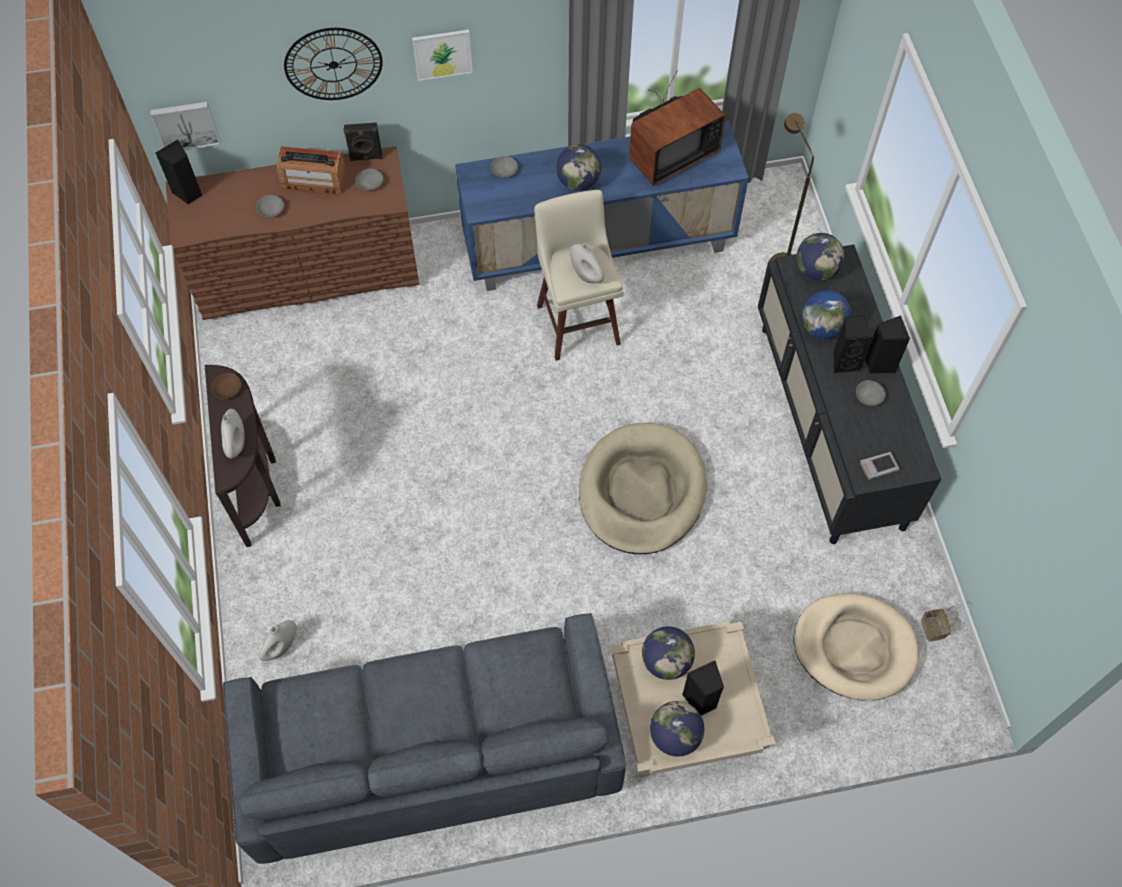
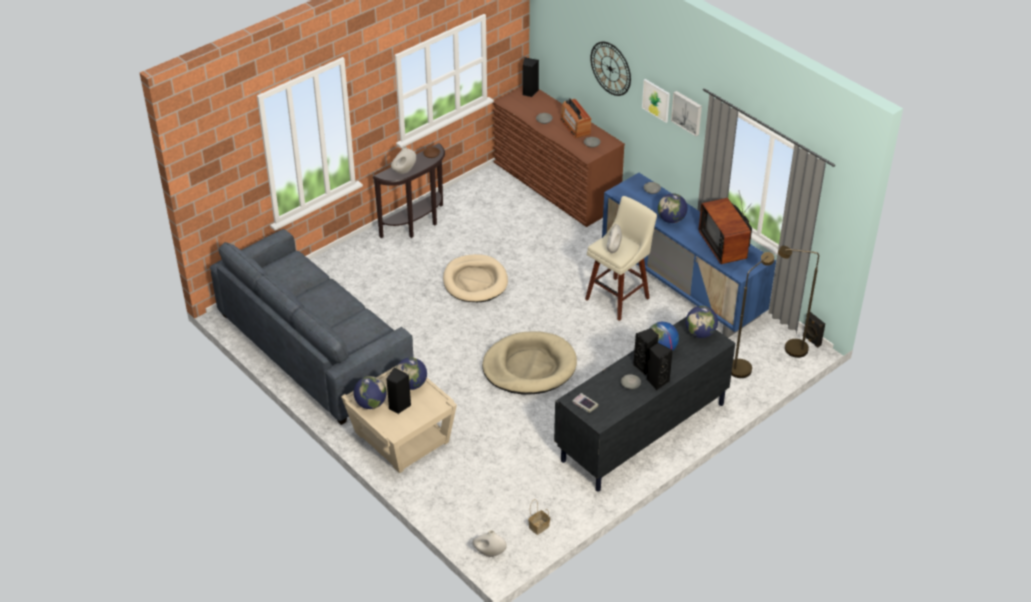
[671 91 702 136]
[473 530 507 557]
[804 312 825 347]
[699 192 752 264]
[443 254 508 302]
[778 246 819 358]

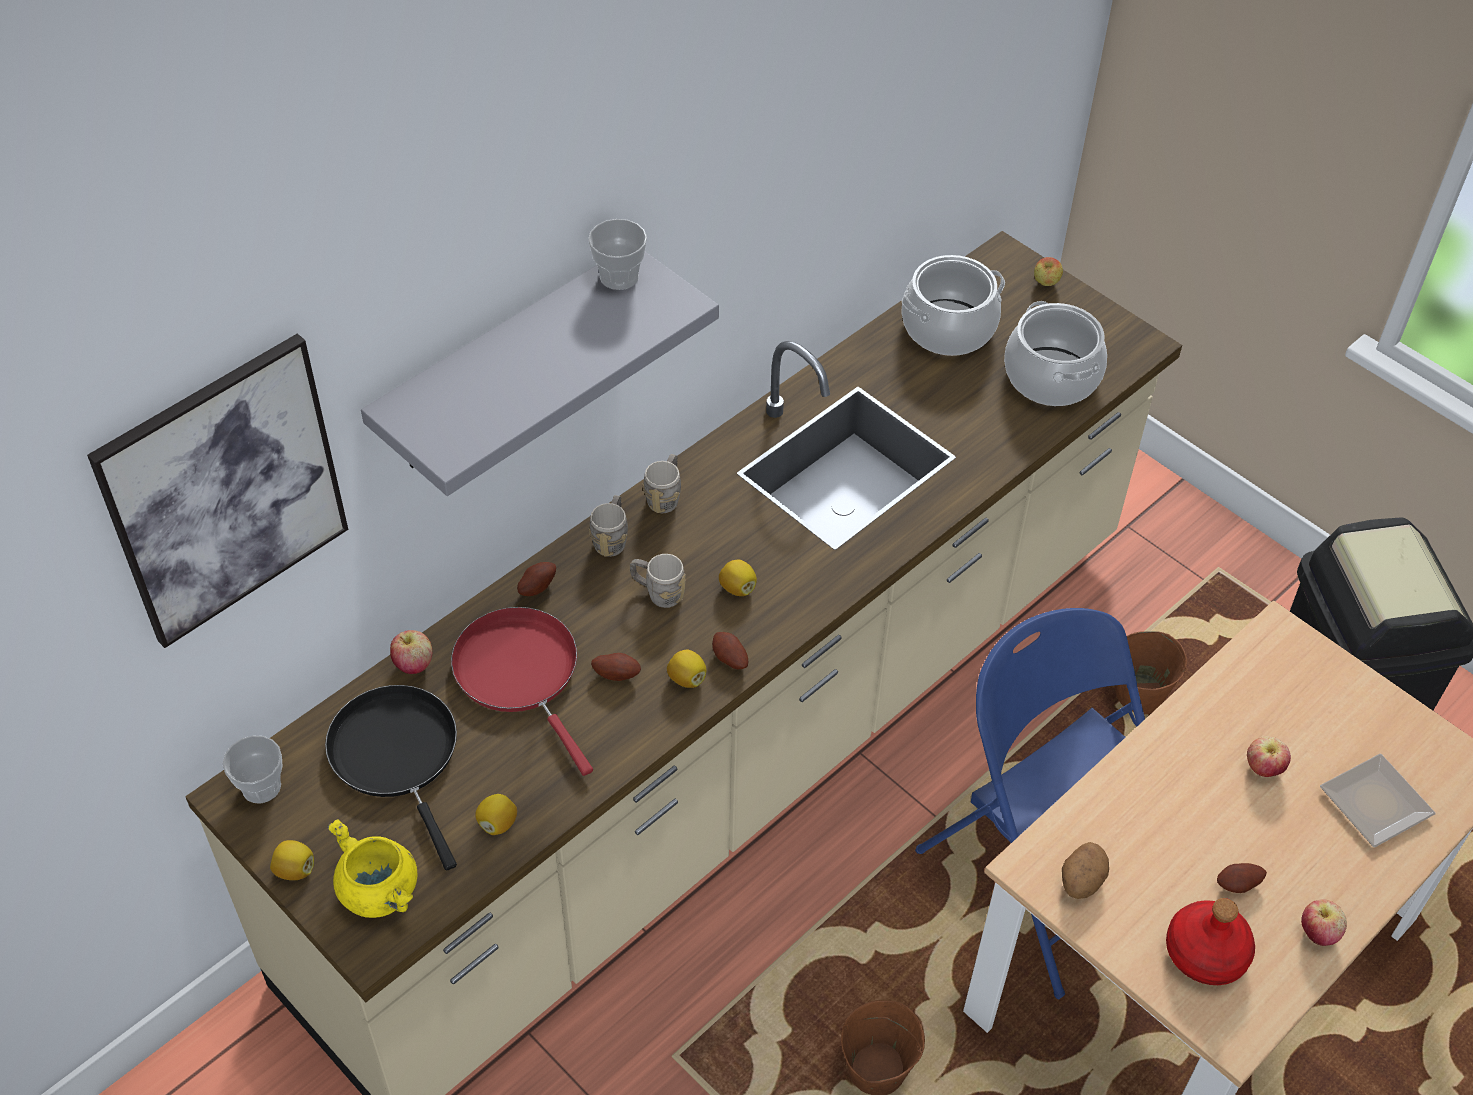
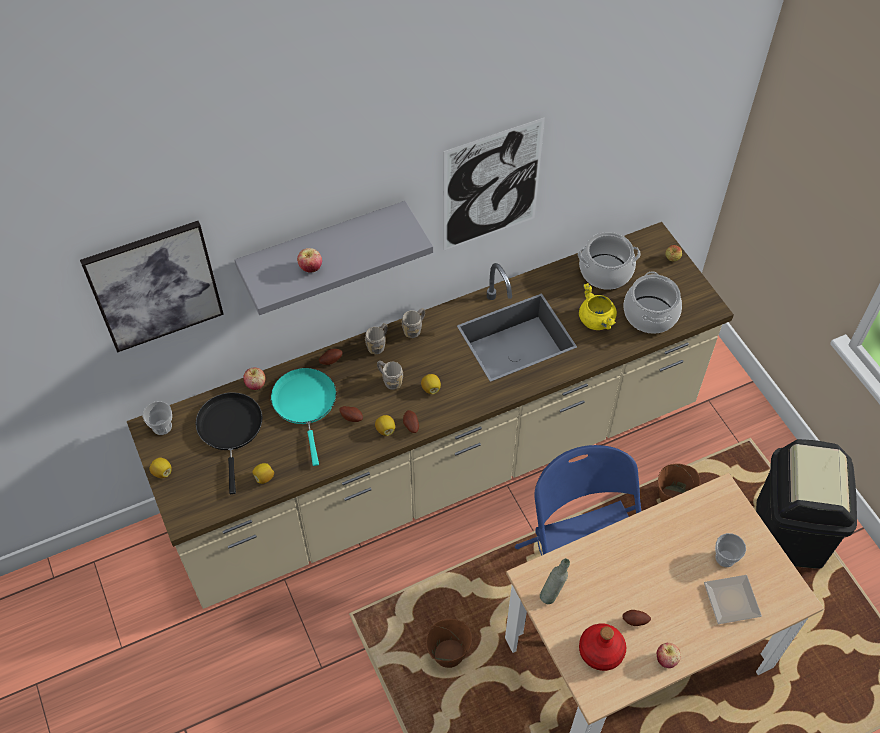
[579 283 617 330]
[271 368 336 466]
[715 533 746 567]
[540 558 570 604]
[297 248 322 273]
[443 117 545 251]

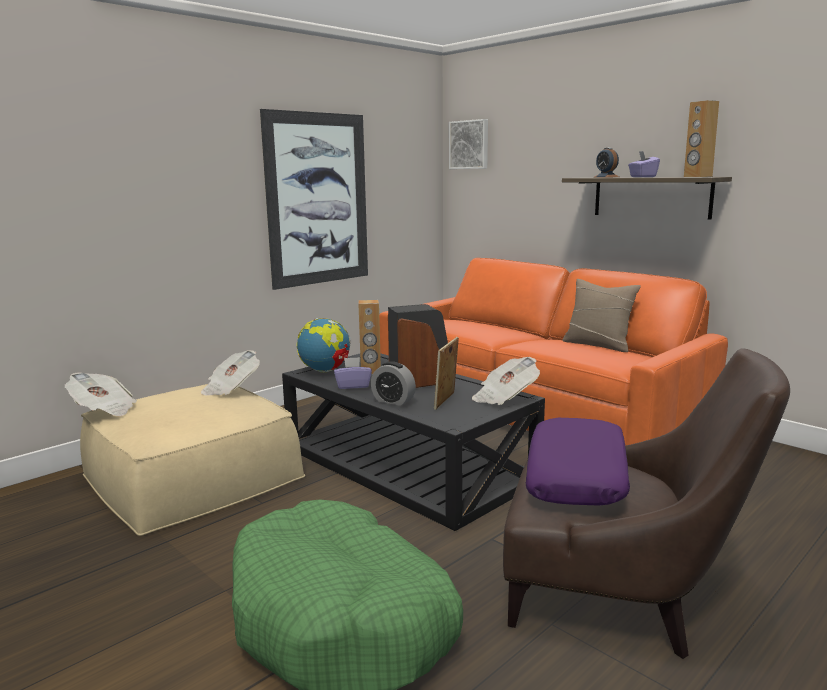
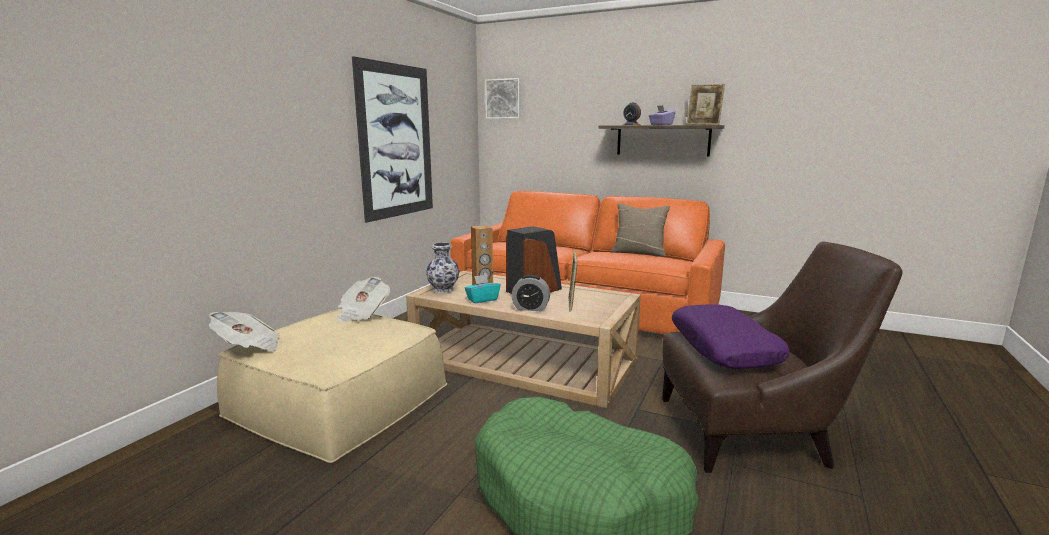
[406 271 641 408]
[426 243 459 293]
[465 275 501 303]
[472 357 540 405] (first image)
[687 84 725 125]

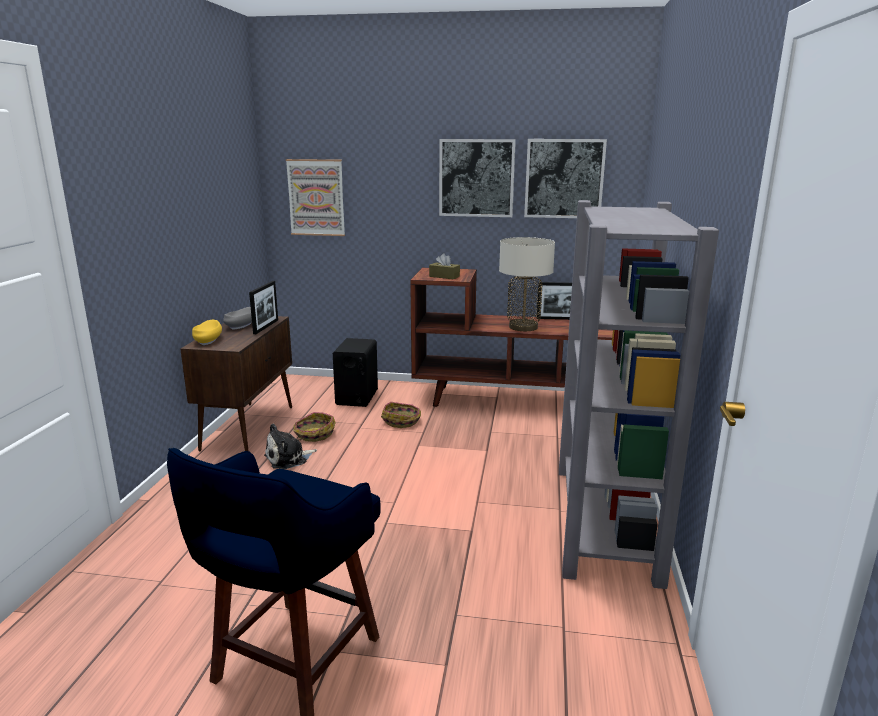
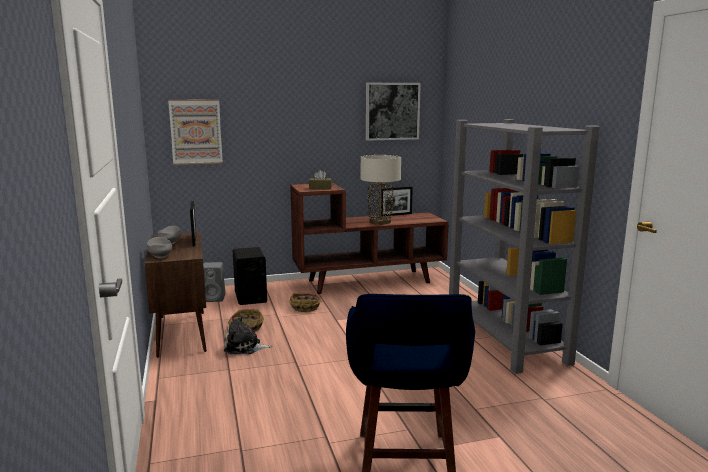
[146 237 172 258]
[224 315 272 355]
[439 139 516 217] (first image)
[203 262 225 302]

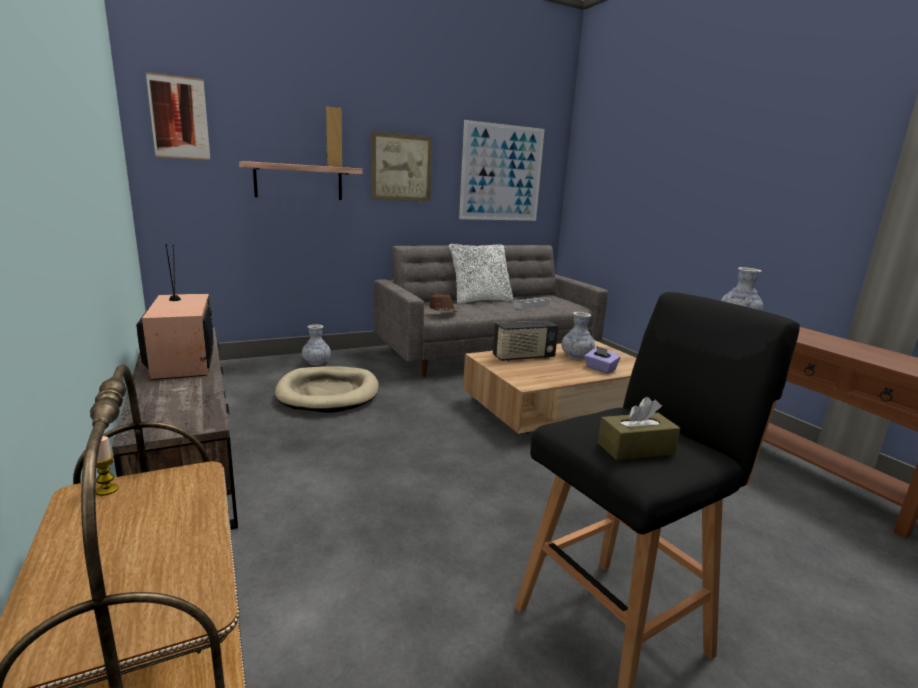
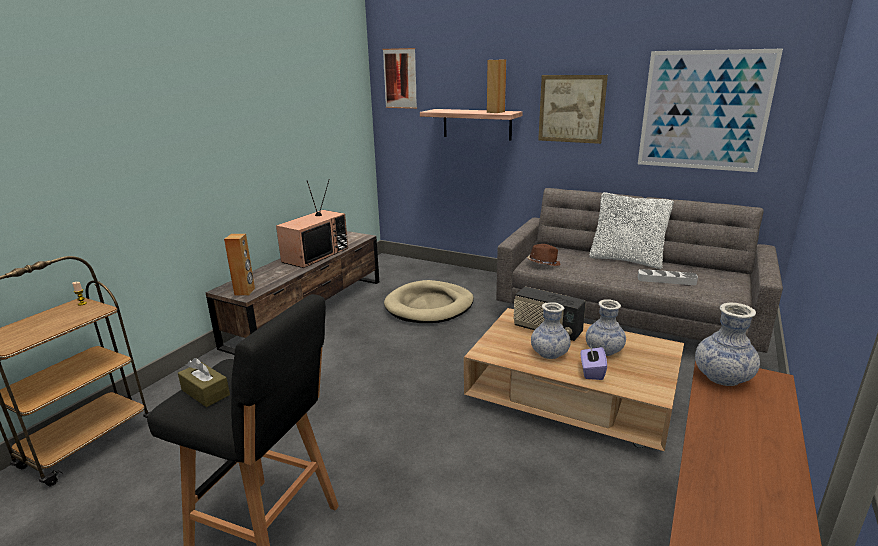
[531 302 571 359]
[224 234 255 295]

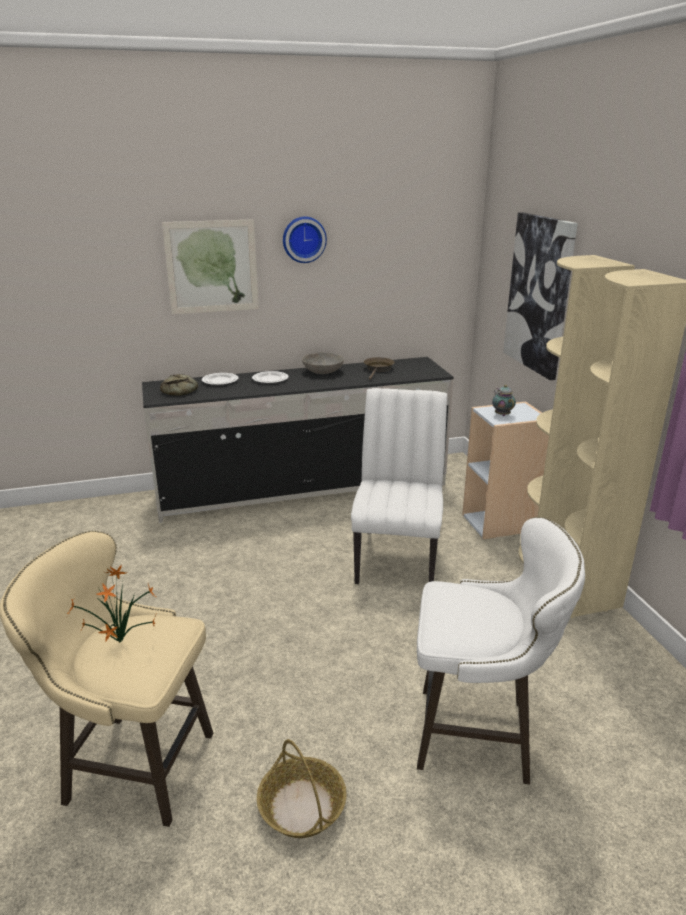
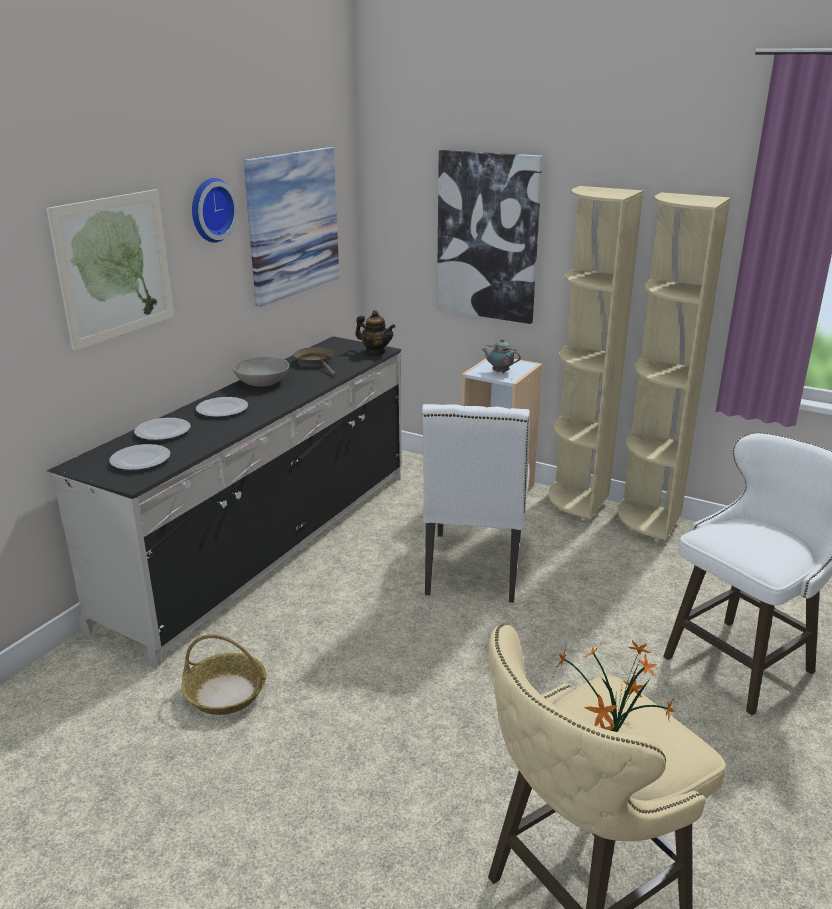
[109 444 170 470]
[181 635 266 715]
[422 404 530 603]
[244 147 339 307]
[355 310 395 355]

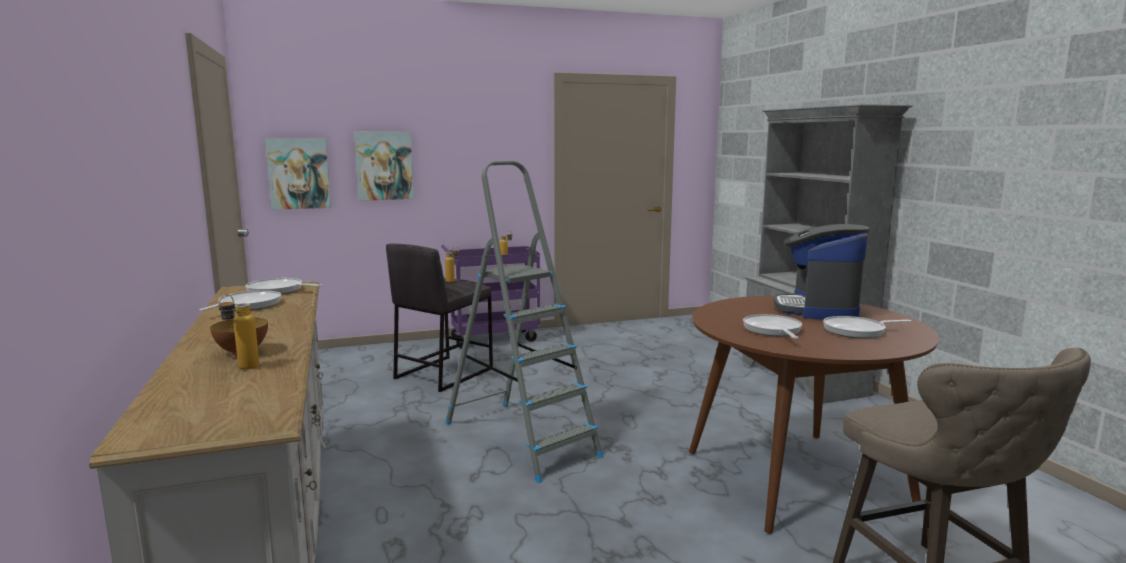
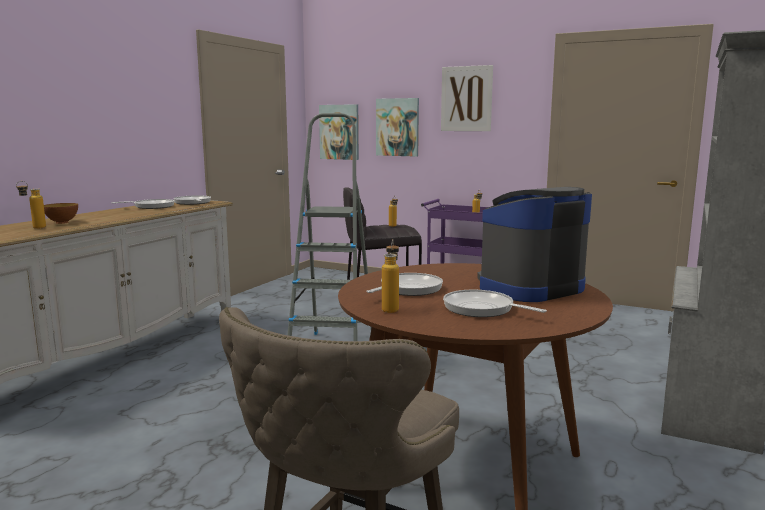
[382 239 399 313]
[441 65 493 131]

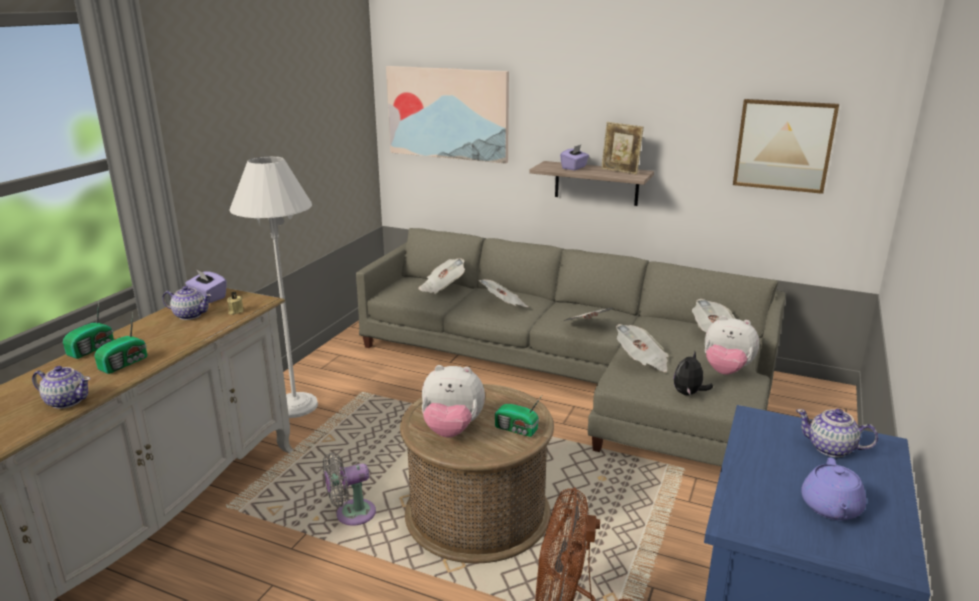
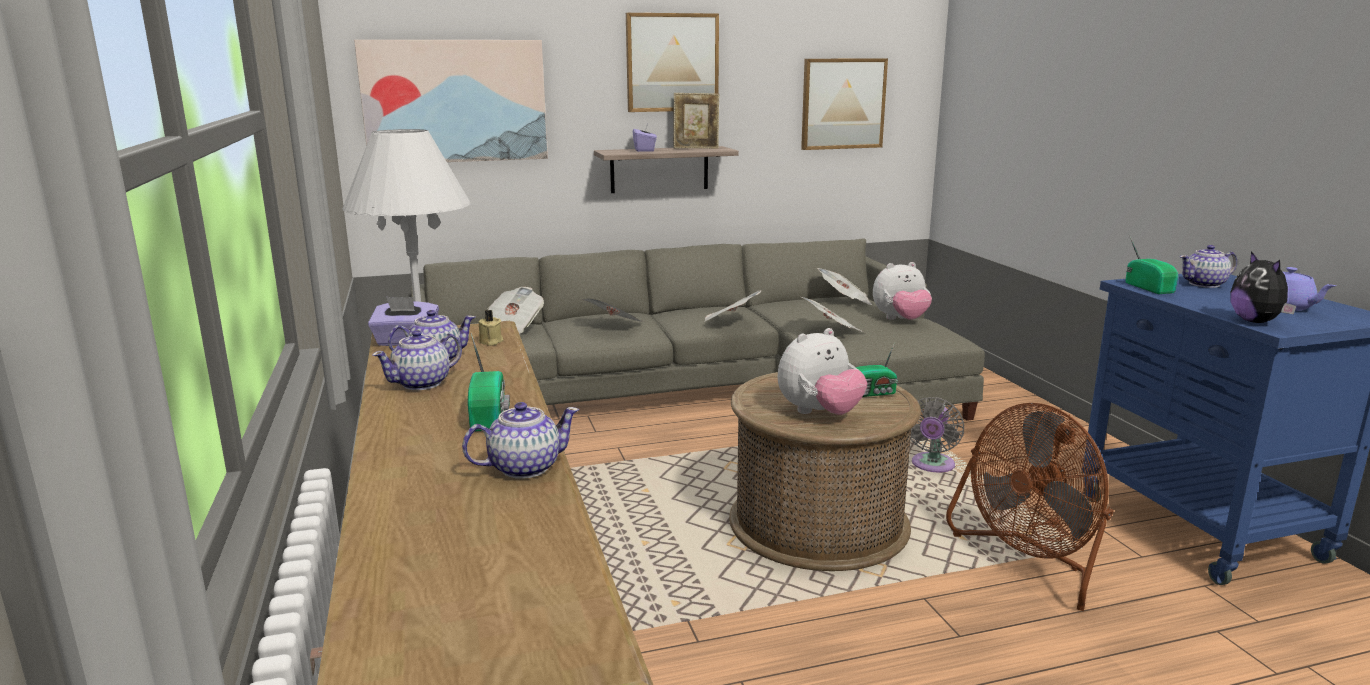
[1125 235 1179 294]
[910 397 964 472]
[1230 251 1296 323]
[372 330 462 390]
[626 13 719 112]

